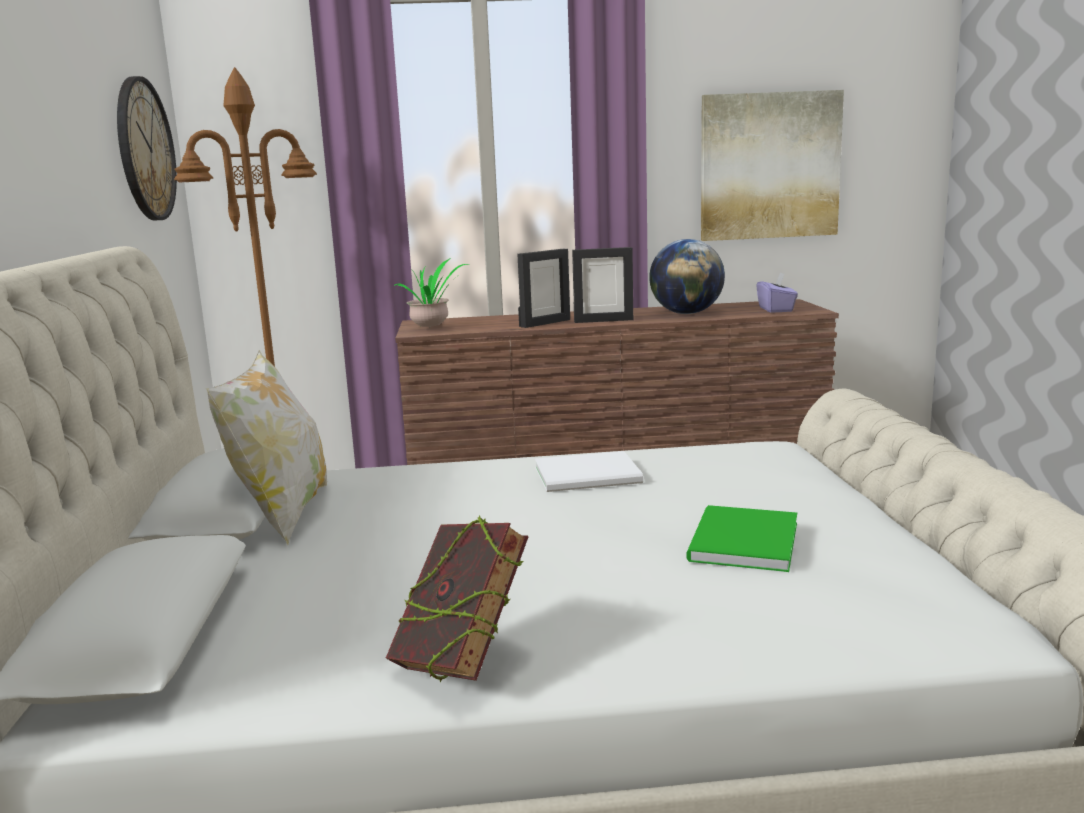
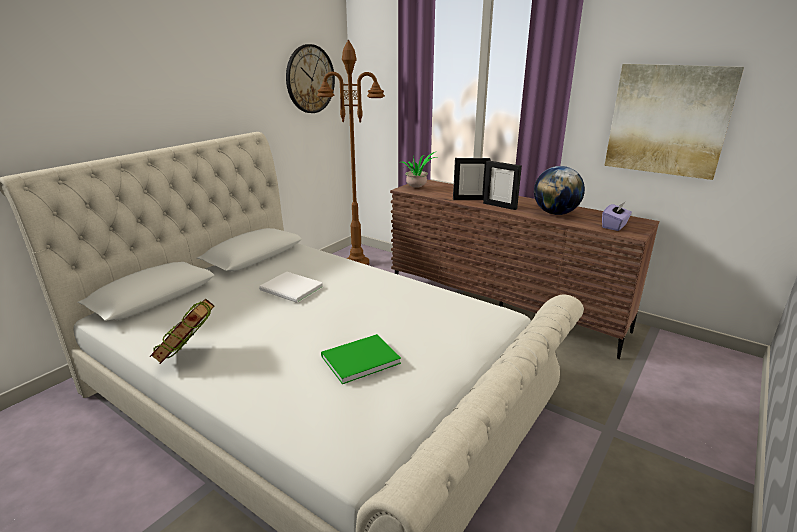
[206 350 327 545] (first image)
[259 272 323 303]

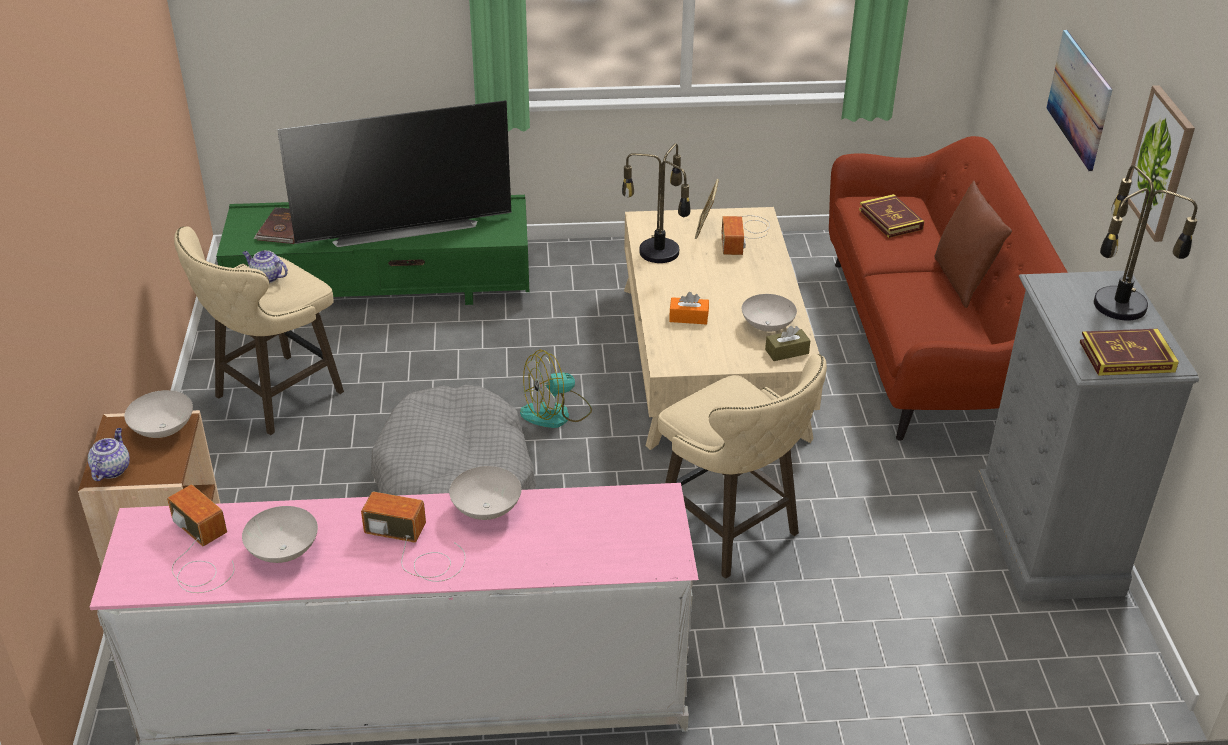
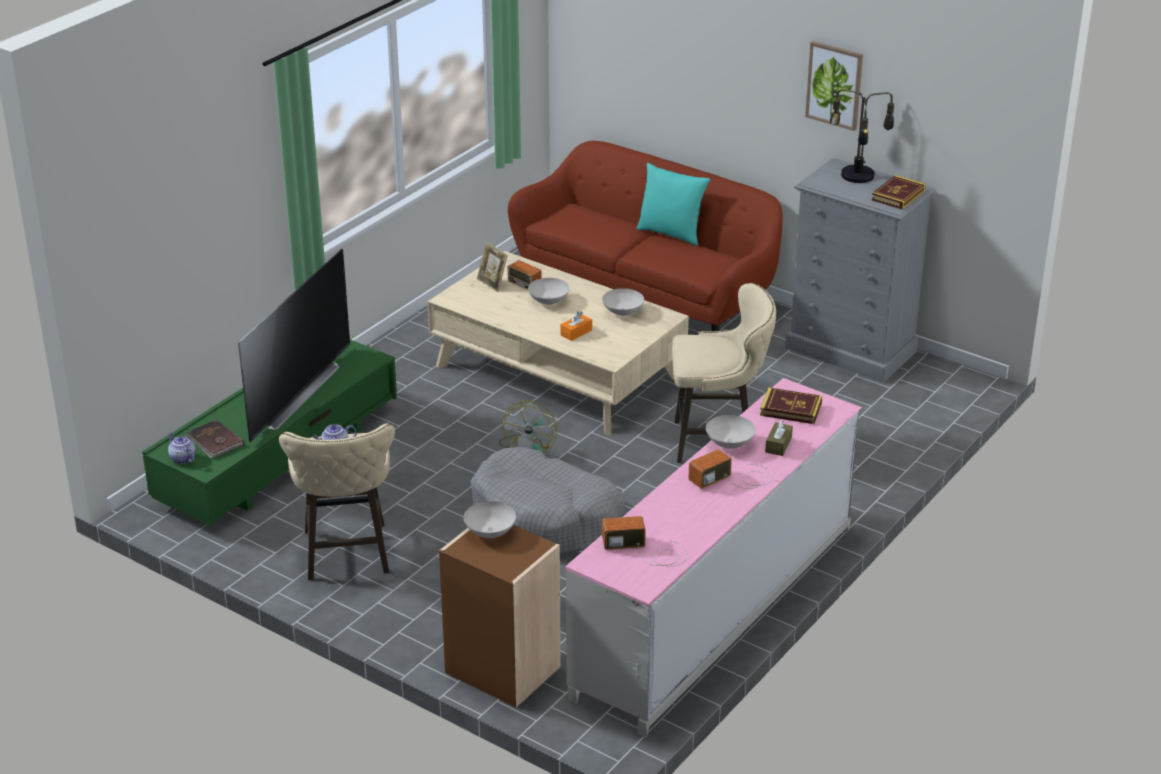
[168 433 196 464]
[528 278 570 305]
[622 143 690 263] (first image)
[765 420 793 456]
[760 387 822 424]
[636 163 710 246]
[1047 30 1113 171] (first image)

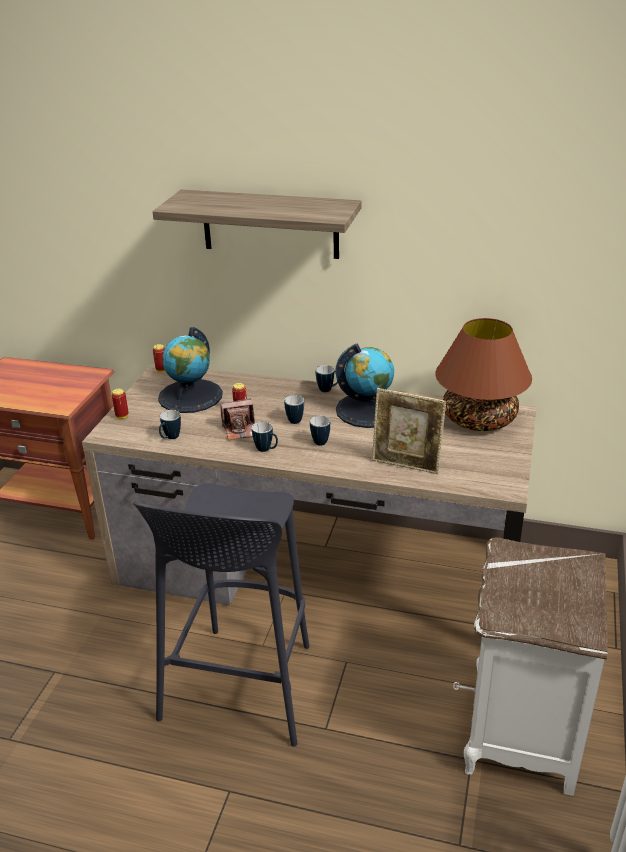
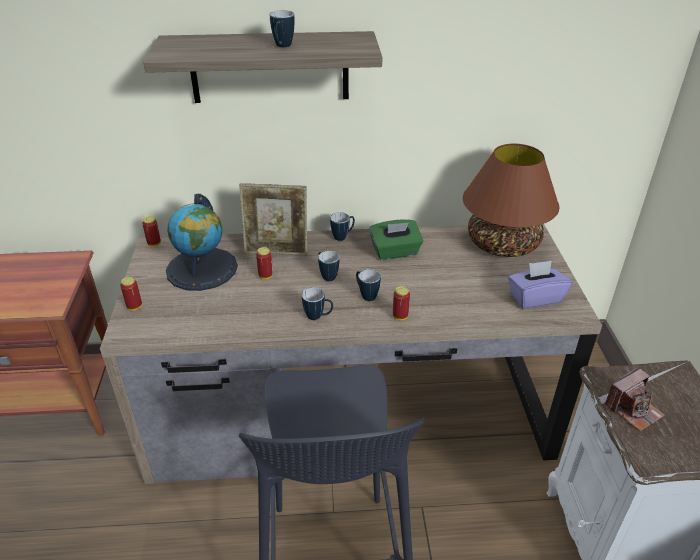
[270 10 295 47]
[605 367 665 431]
[369 219 423 260]
[239 183 307 255]
[393 286 410 320]
[508 261 572 309]

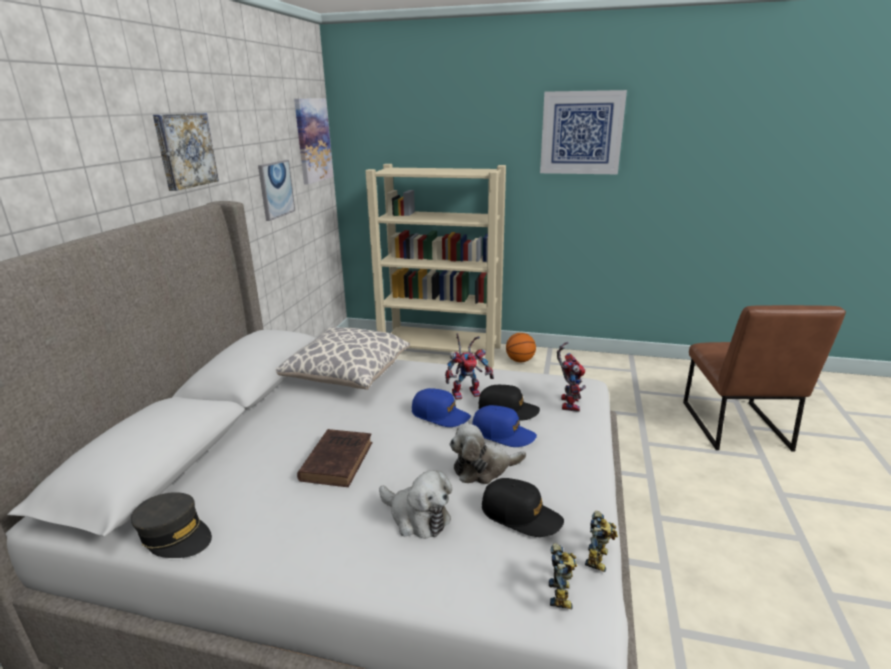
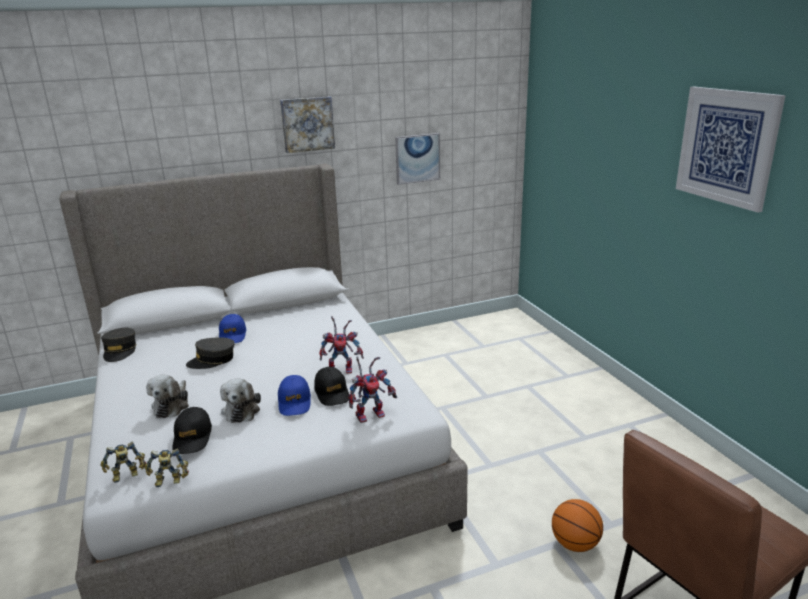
[275 327 410 390] (first image)
[294 99 333 184] (first image)
[186 337 234 369]
[365 164 506 368] (first image)
[219 314 246 343]
[320 316 364 374]
[220 379 261 423]
[552 499 603 552]

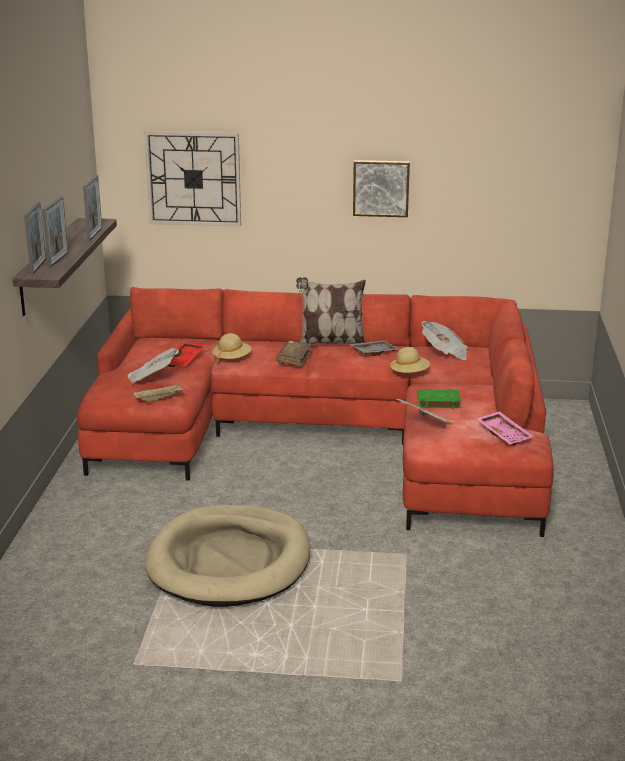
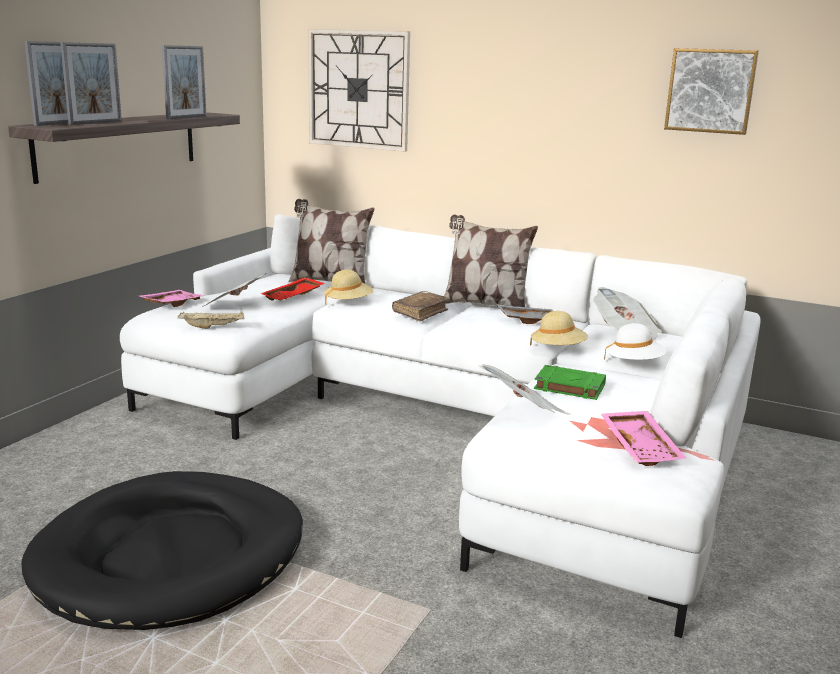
[120 214 761 638]
[22 471 303 630]
[664 48 759 135]
[139 290 204 307]
[289 199 374 284]
[604 323 666 360]

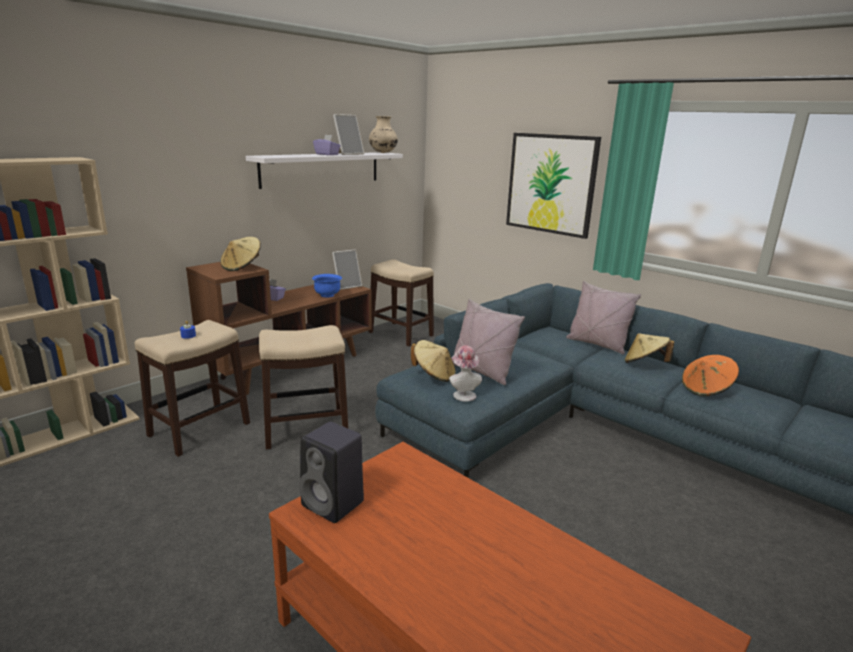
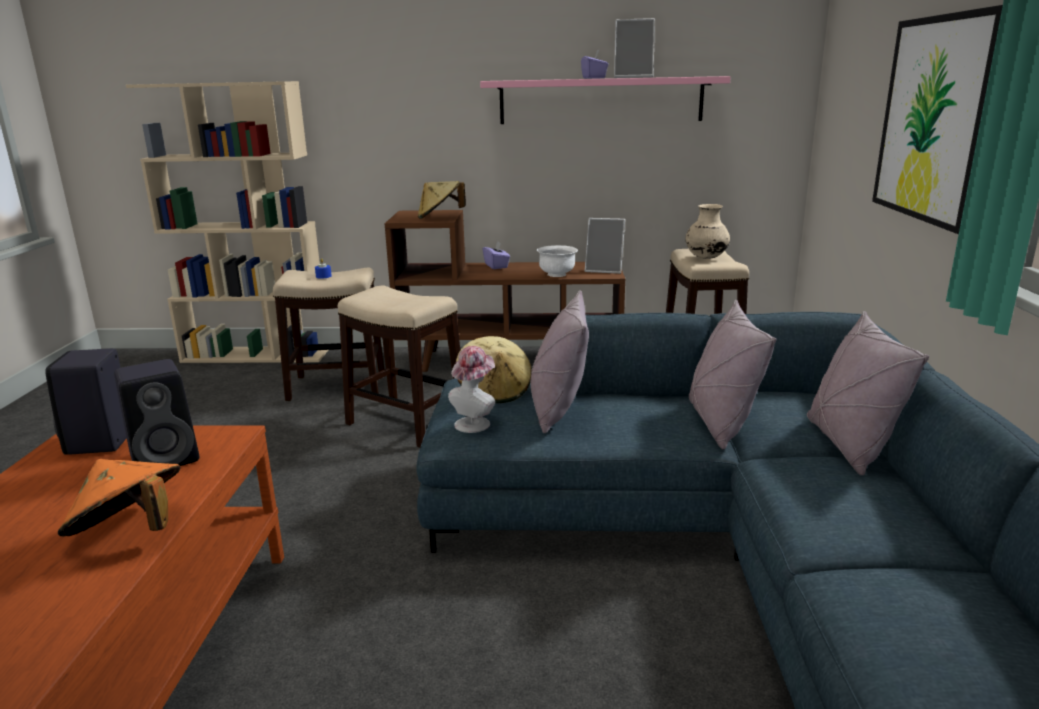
[480 76 731 124]
[536 245 578 277]
[685 204 730 259]
[625 333 674 363] (first image)
[58 459 180 537]
[114 359 199 466]
[689 300 776 449]

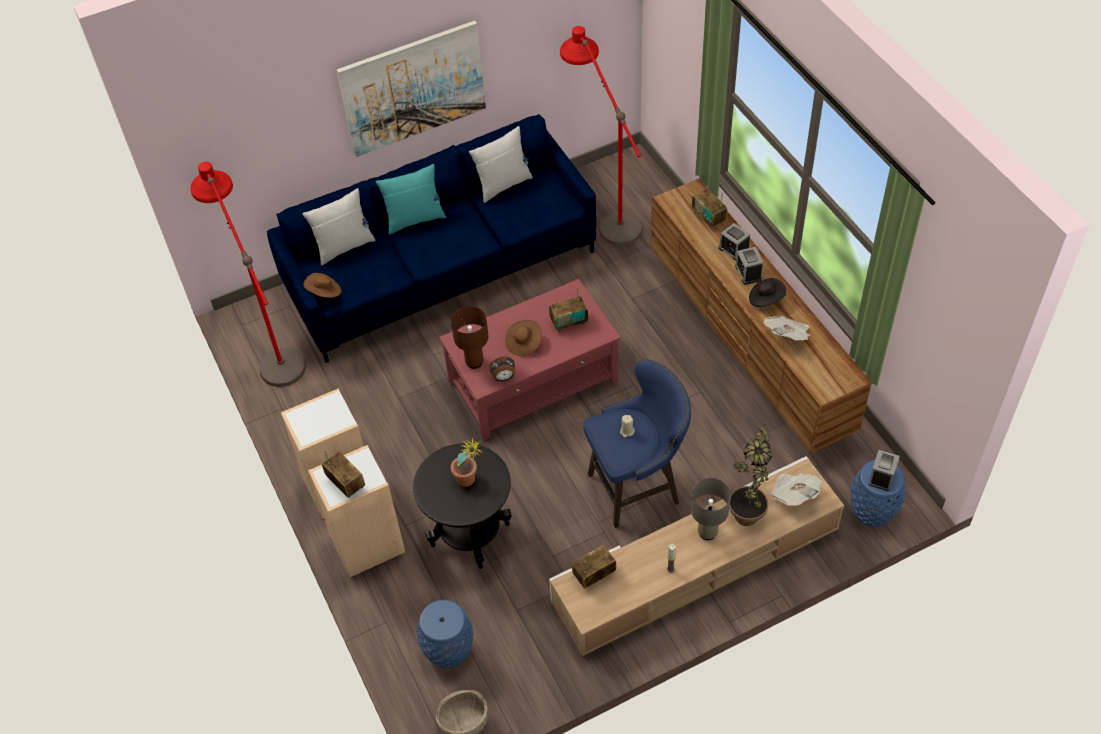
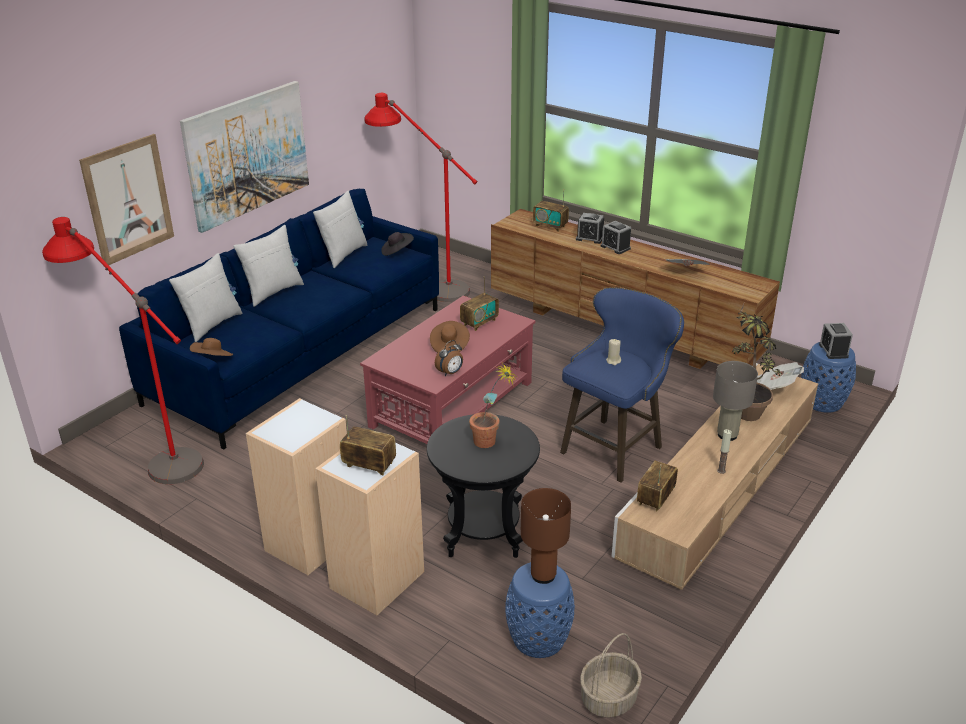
[233 225 304 307]
[521 488 571 584]
[381 232 414 256]
[79 134 174 265]

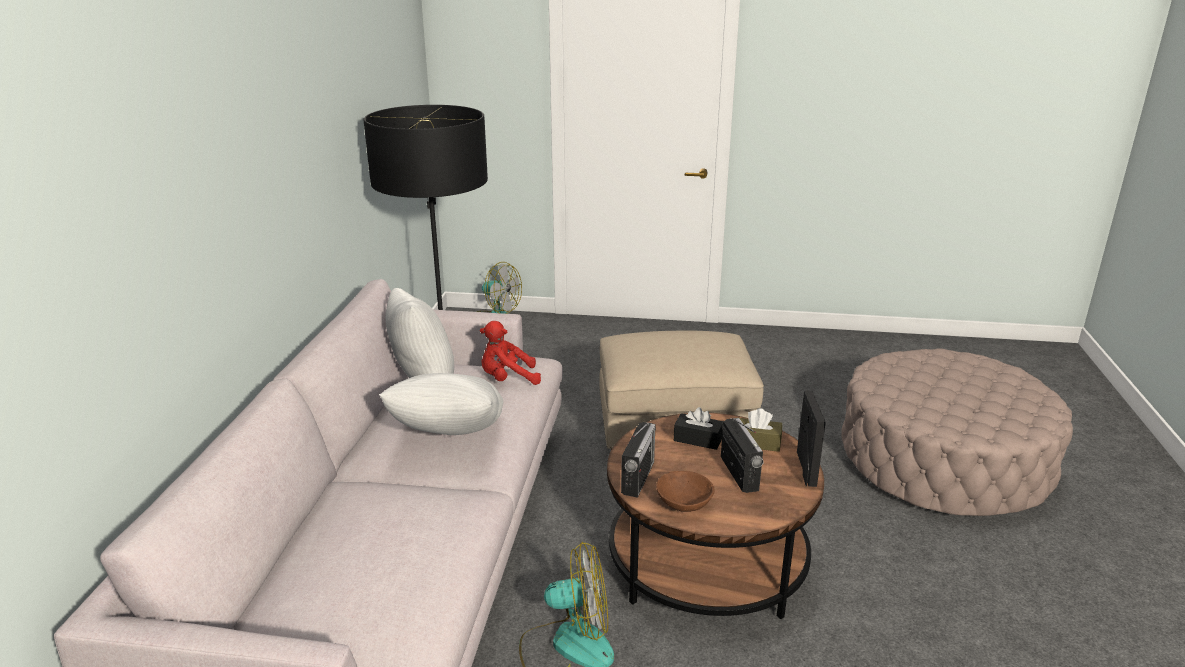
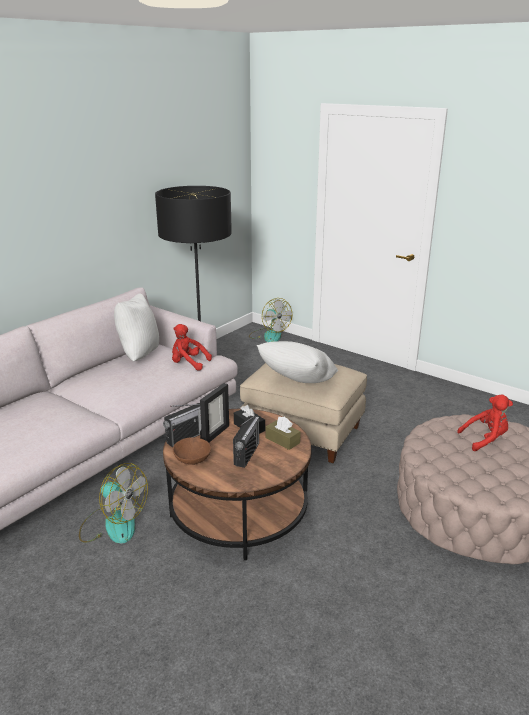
[257 341 338 383]
[200 383 229 442]
[457 395 513 451]

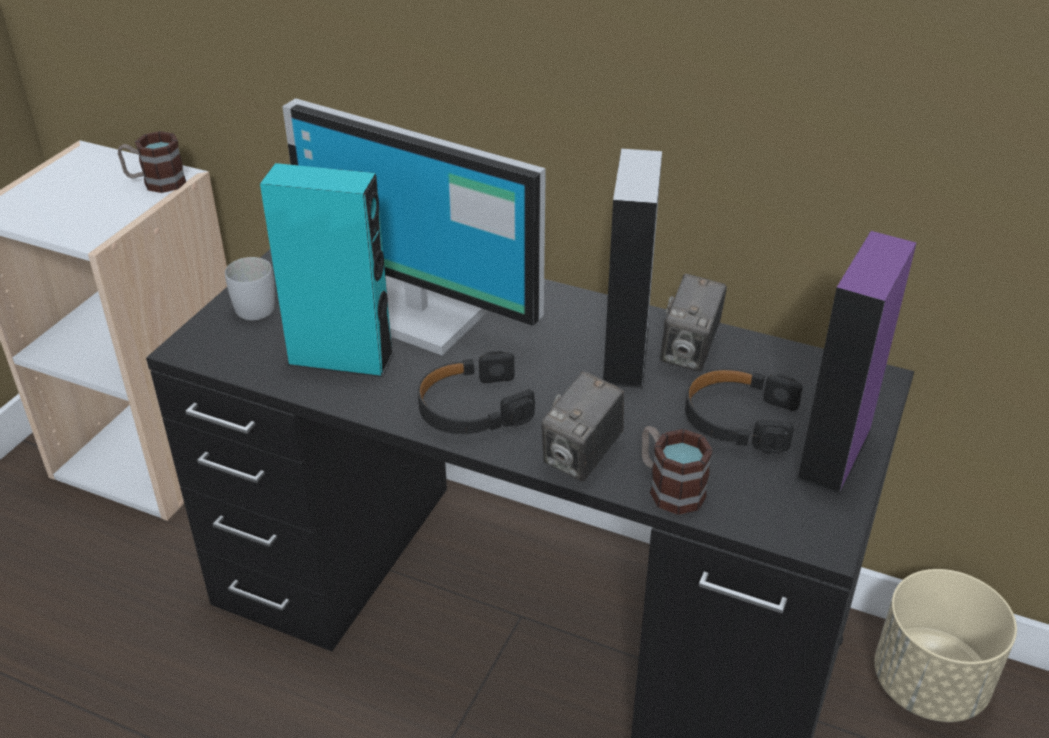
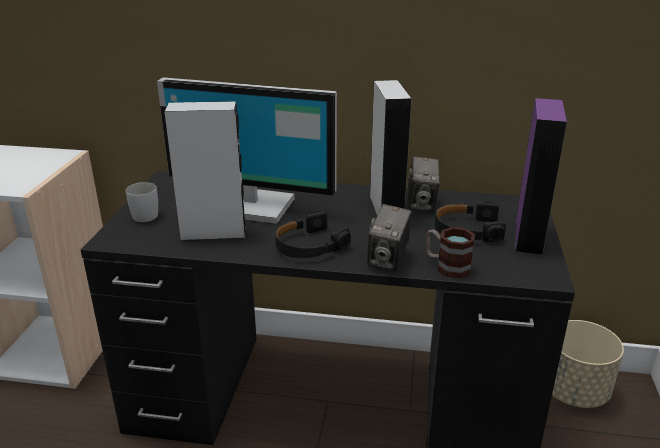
[118 131 186 193] (first image)
[164 101 246 241]

